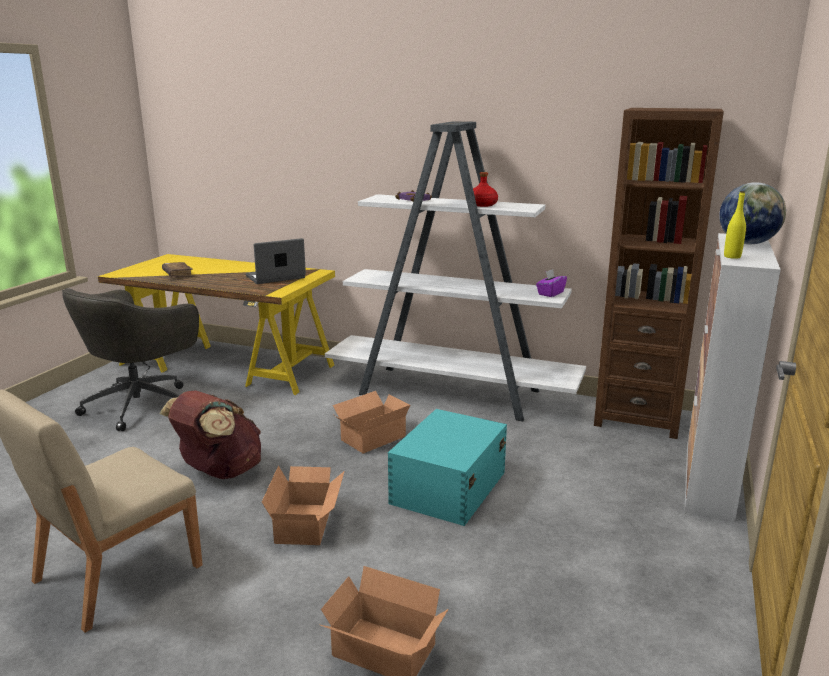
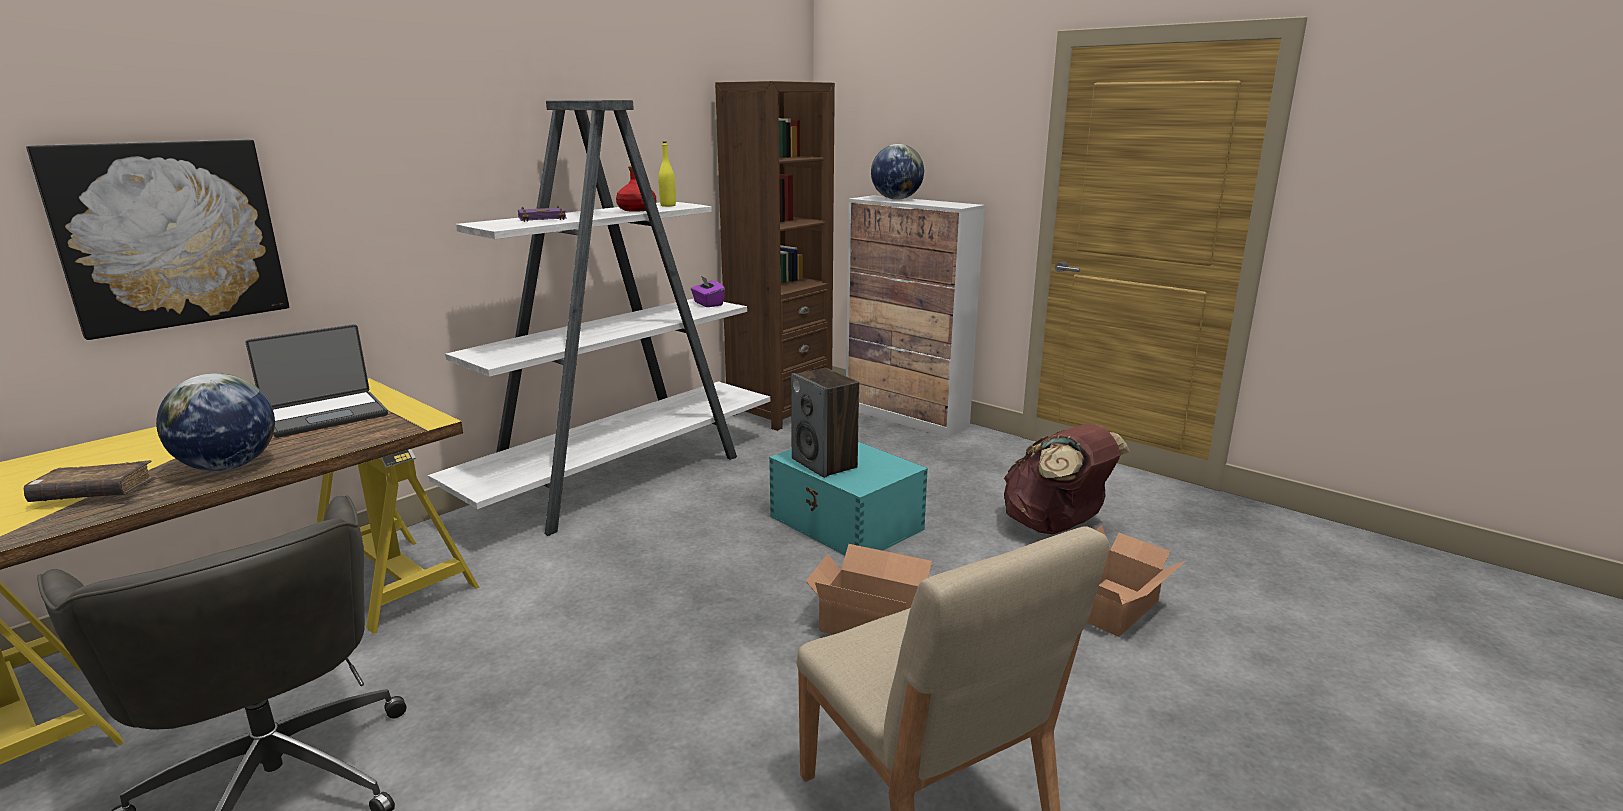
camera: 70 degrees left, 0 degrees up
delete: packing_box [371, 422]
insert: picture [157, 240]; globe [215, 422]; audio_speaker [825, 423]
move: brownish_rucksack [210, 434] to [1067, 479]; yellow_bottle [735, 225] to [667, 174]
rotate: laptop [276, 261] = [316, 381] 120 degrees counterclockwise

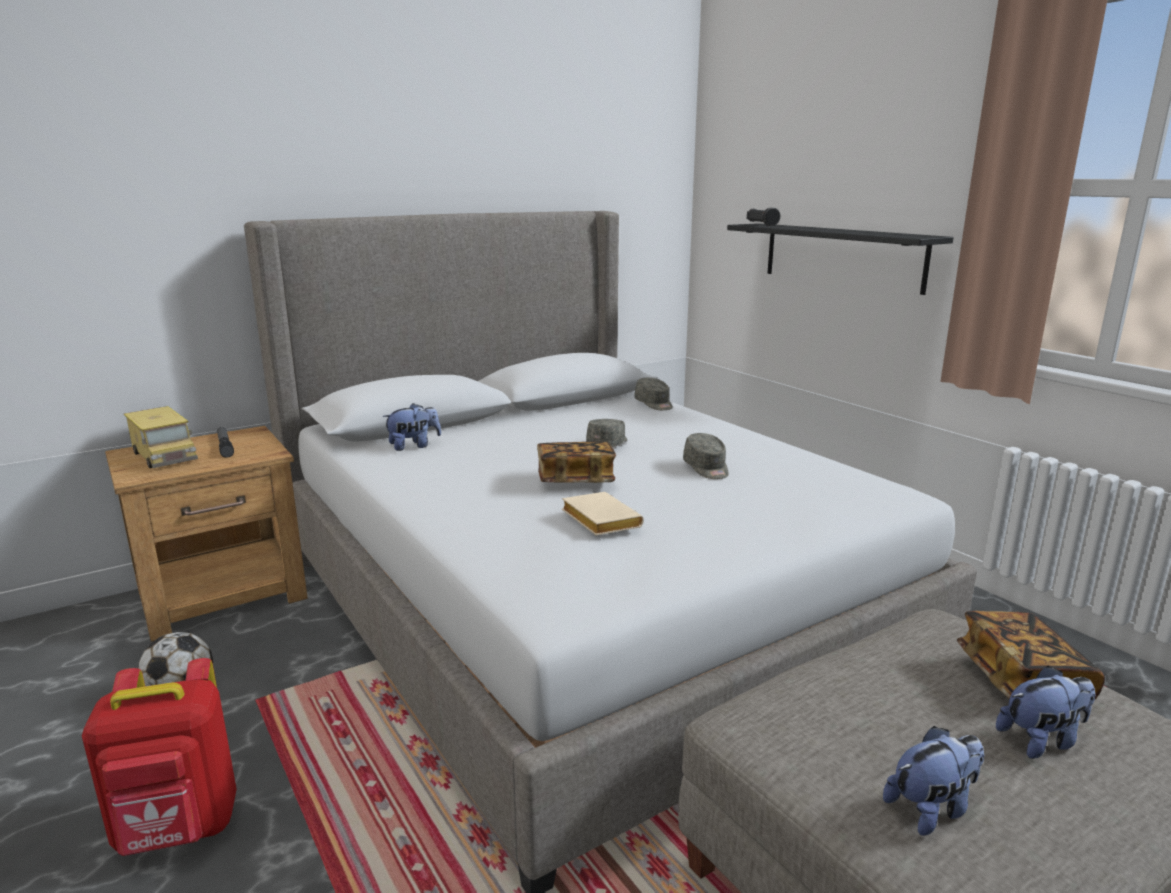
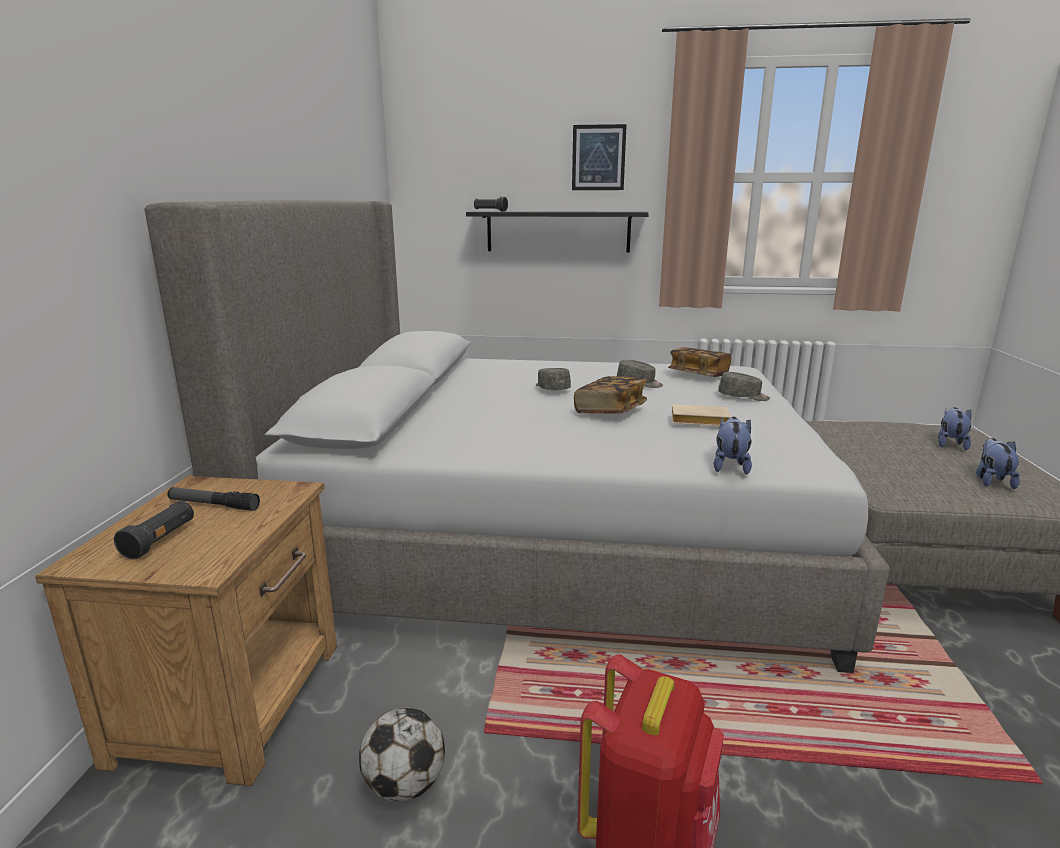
camera: 50 degrees left, 0 degrees up
insert: picture [599, 157]
move: cuddly_toy [411, 427] to [733, 446]; gray_baseball_cap [654, 394] to [744, 386]; book [1031, 656] to [700, 362]
replace: model_truck [161, 437] to black_flashlight [154, 530]

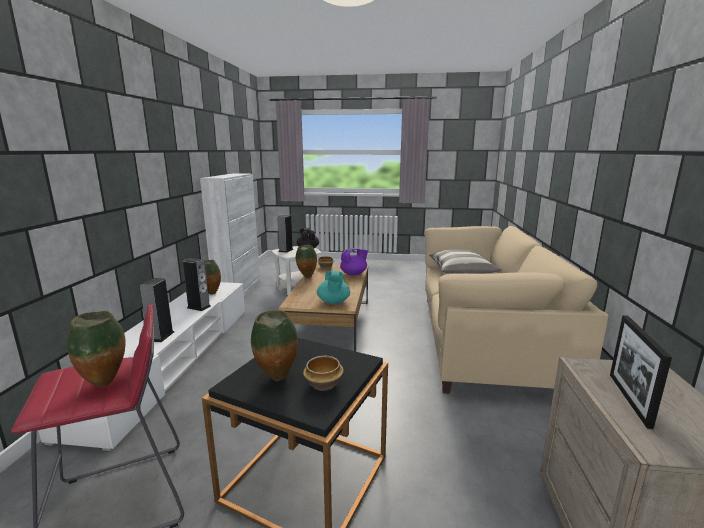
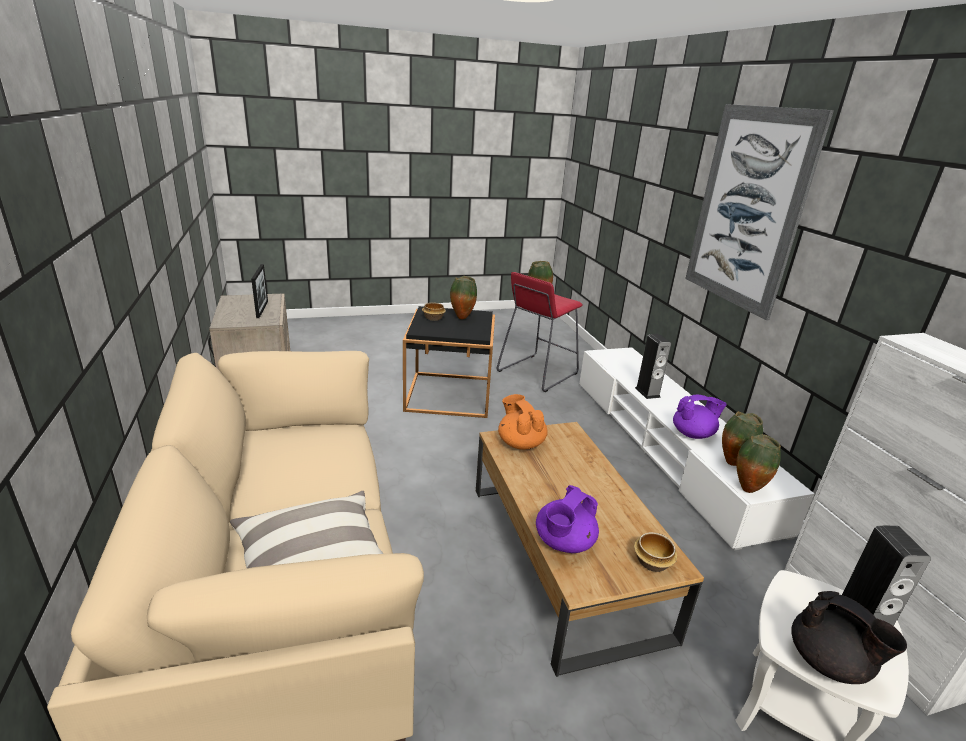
camera: 155 degrees right, 10 degrees up
insert: picture [759, 212]
move: flower_vase [306, 261] to [758, 463]
replace: audio_speaker [197, 284] to purple_pot_for_tea [700, 417]
recolor: blue-green_pot_for_tea [333, 287] to orangey_pot_for_tea [523, 422]

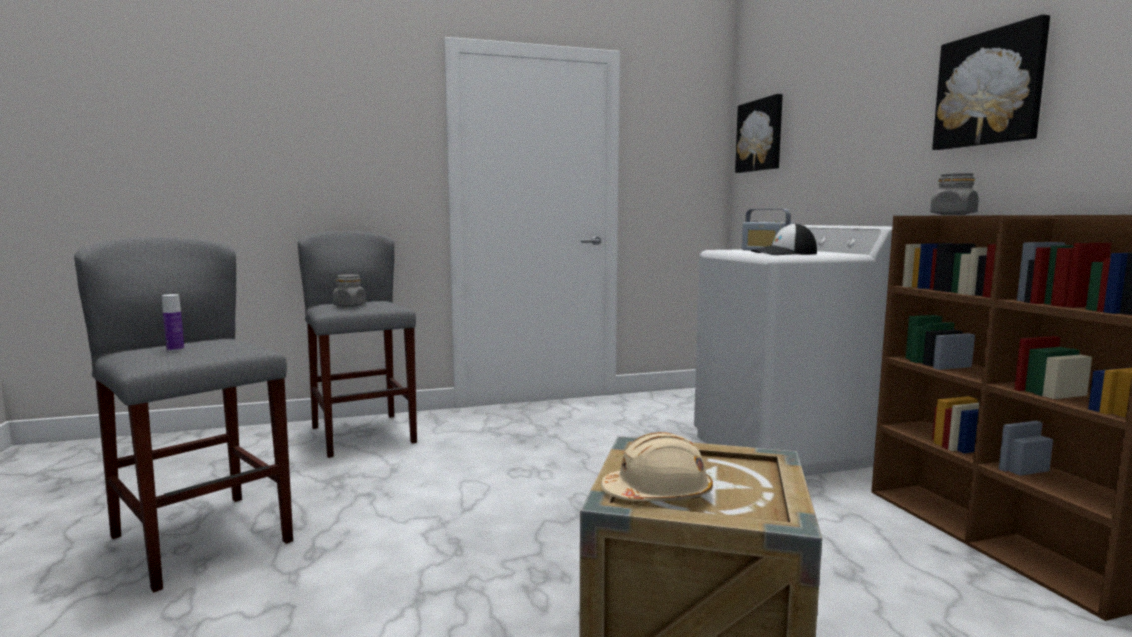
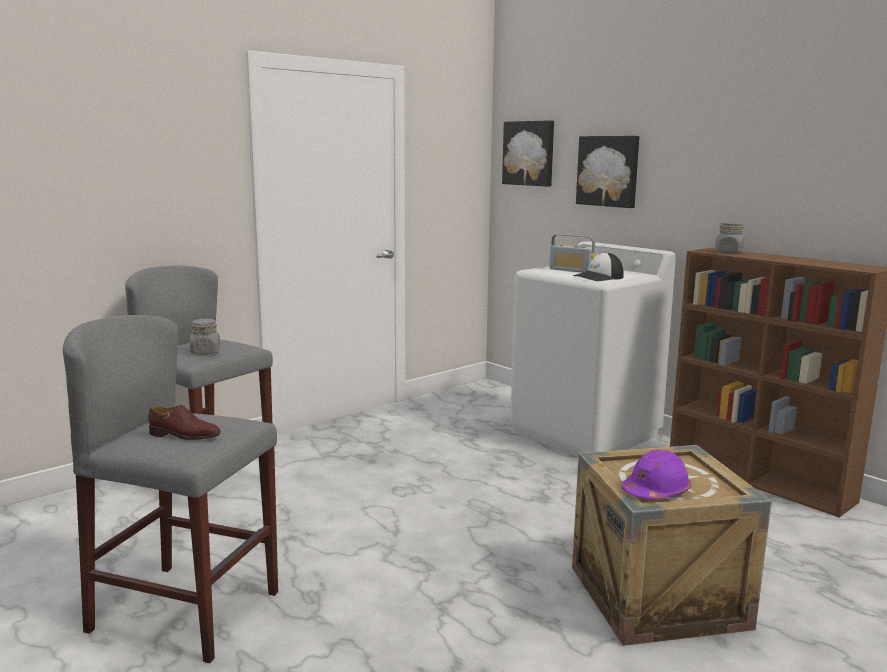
camera: 25 degrees left, 5 degrees up
move: picture [991, 82] to [607, 172]
replace: bottle [173, 323] to brownish_low_shoe [184, 422]
recolor: sand-coloured_hard_hat [657, 466] to purple_hard_hat [656, 474]

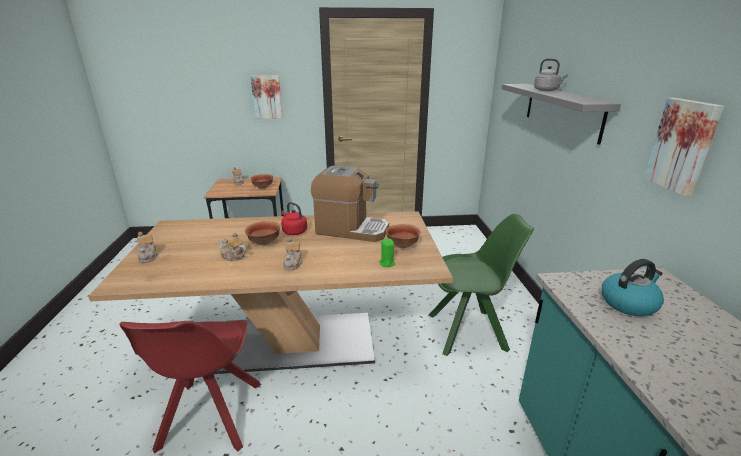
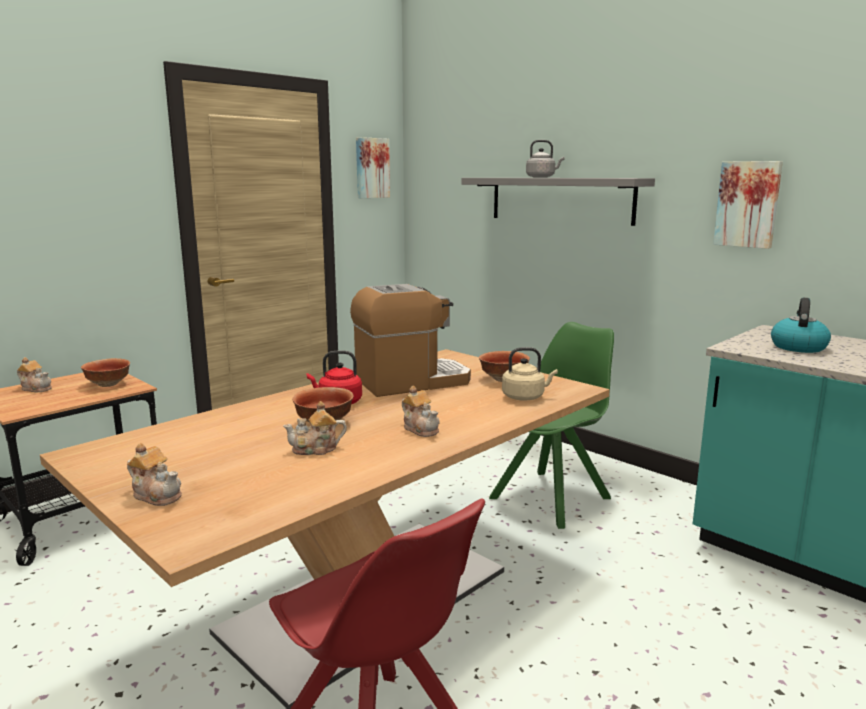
camera: 40 degrees left, 10 degrees down
move: picture [266, 97] to [373, 167]
replace: green-coloured_wax_candle [387, 252] to sand-coloured_tea_kettle [530, 374]

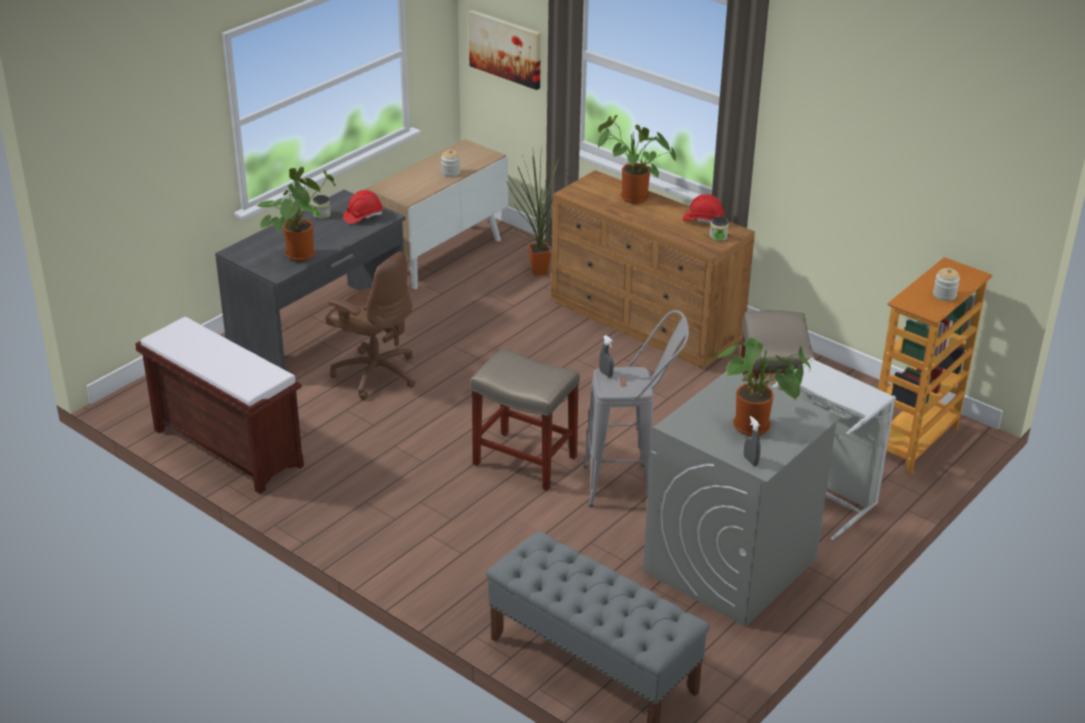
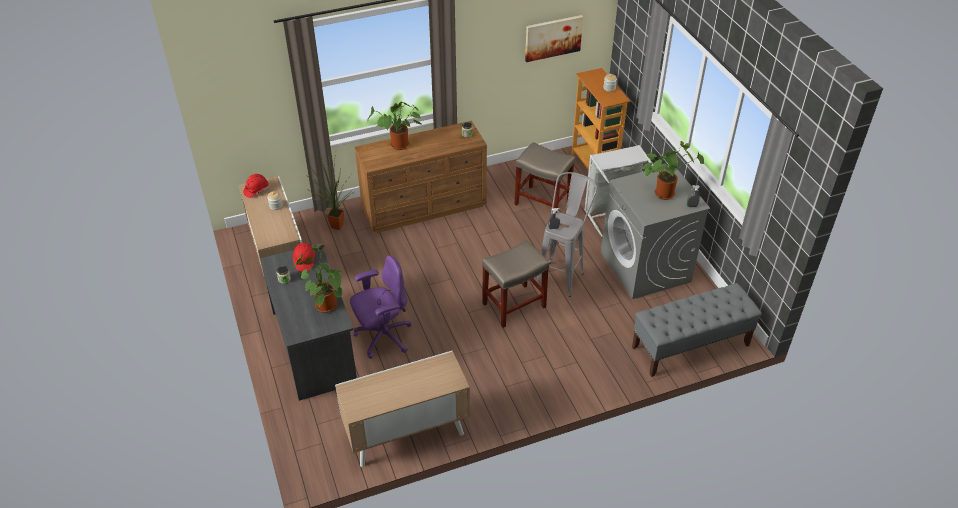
camera: 60 degrees left, 10 degrees up
move: picture [505, 50] to [554, 38]; red_hard_hat [703, 208] to [256, 186]
replace: brownish_bench [219, 405] to storage_cabinet [402, 409]
recolor: brownish_office_chair [370, 325] to purple_office_chair [381, 307]

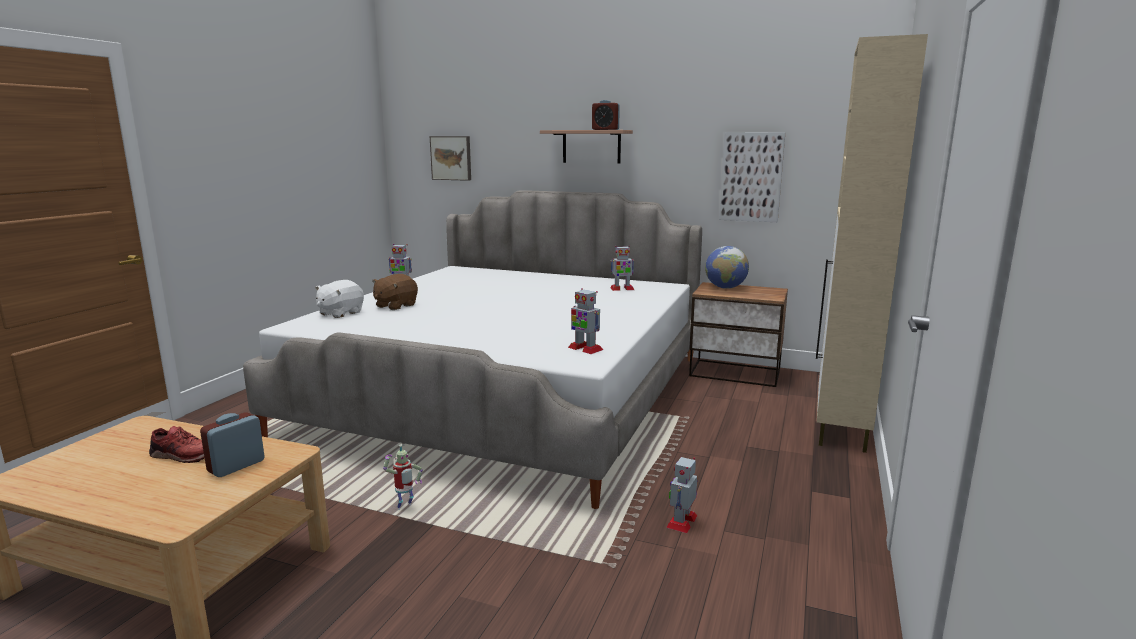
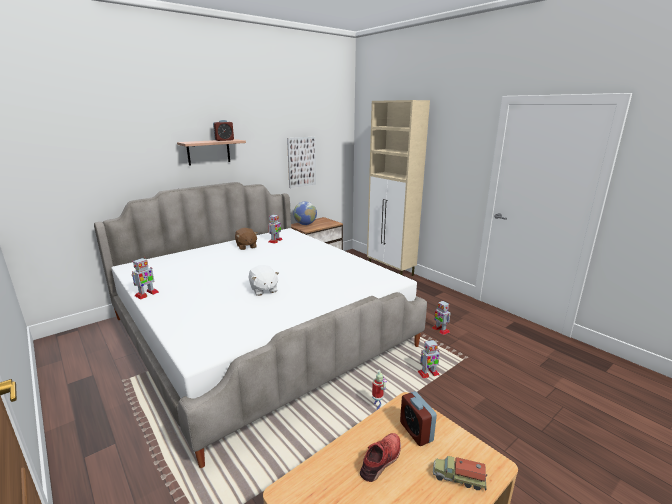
camera: 60 degrees left, 5 degrees up
delete: picture [450, 158]
insert: model_truck [460, 473]
move: whitish_cuddly_toy [339, 299] to [264, 280]; brownish_cuddly_toy [395, 292] to [246, 239]; toy_robot [585, 321] to [429, 358]

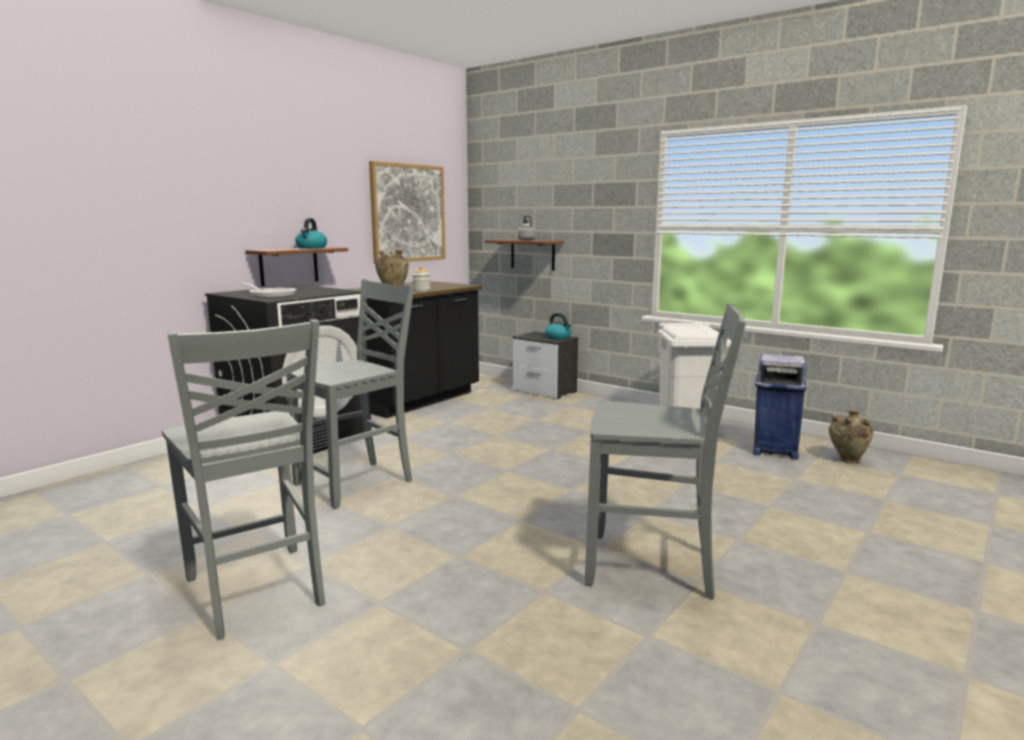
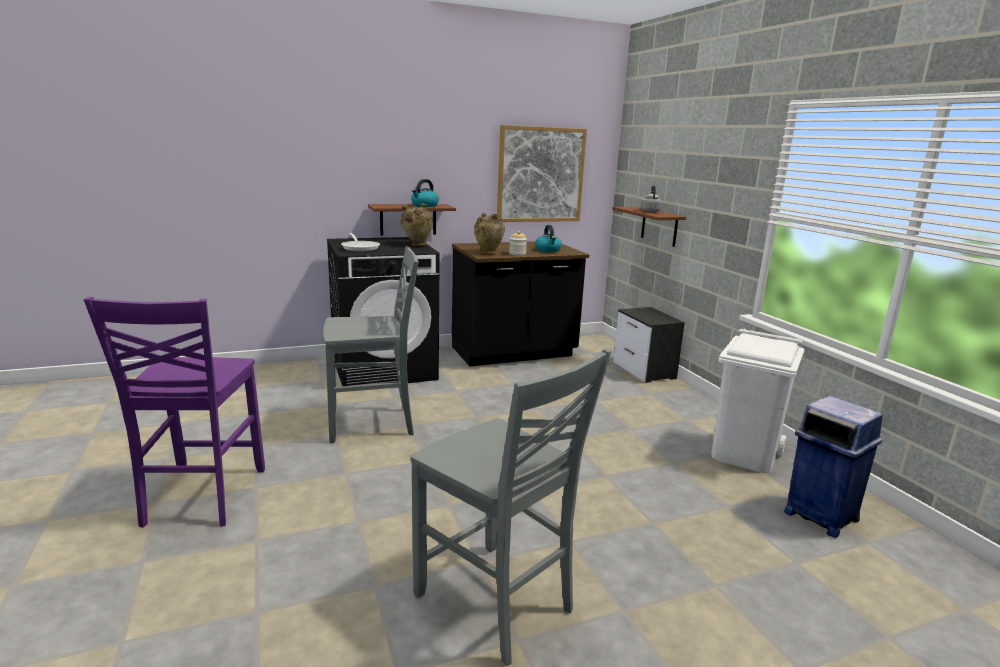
camera: 30 degrees right, 5 degrees up
move: tea_kettle [558, 326] to [548, 238]; sand-coloured_flower_vase [851, 436] to [416, 224]
recolor: gray_upright_chair [243, 479] to purple_upright_chair [174, 412]

